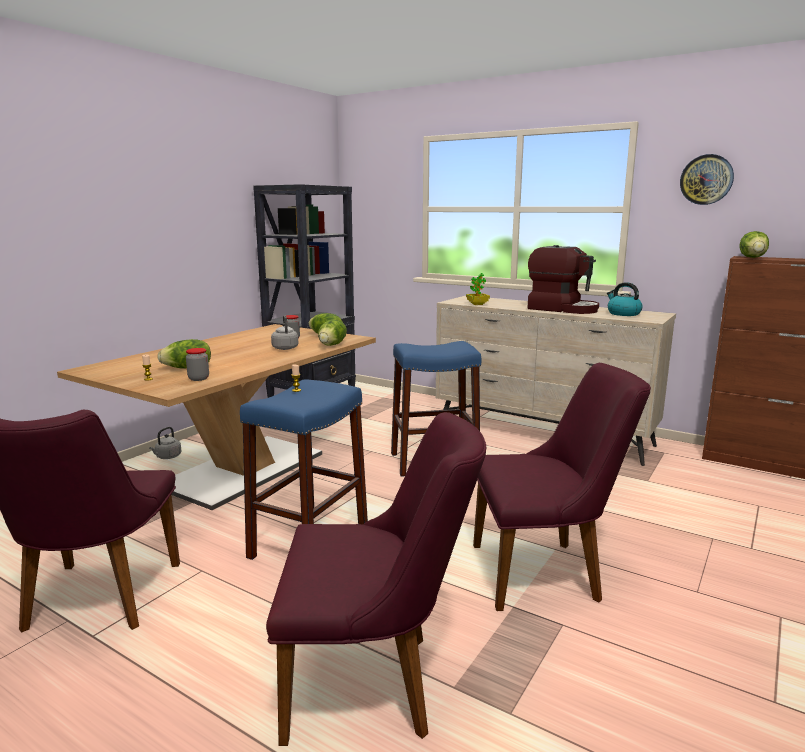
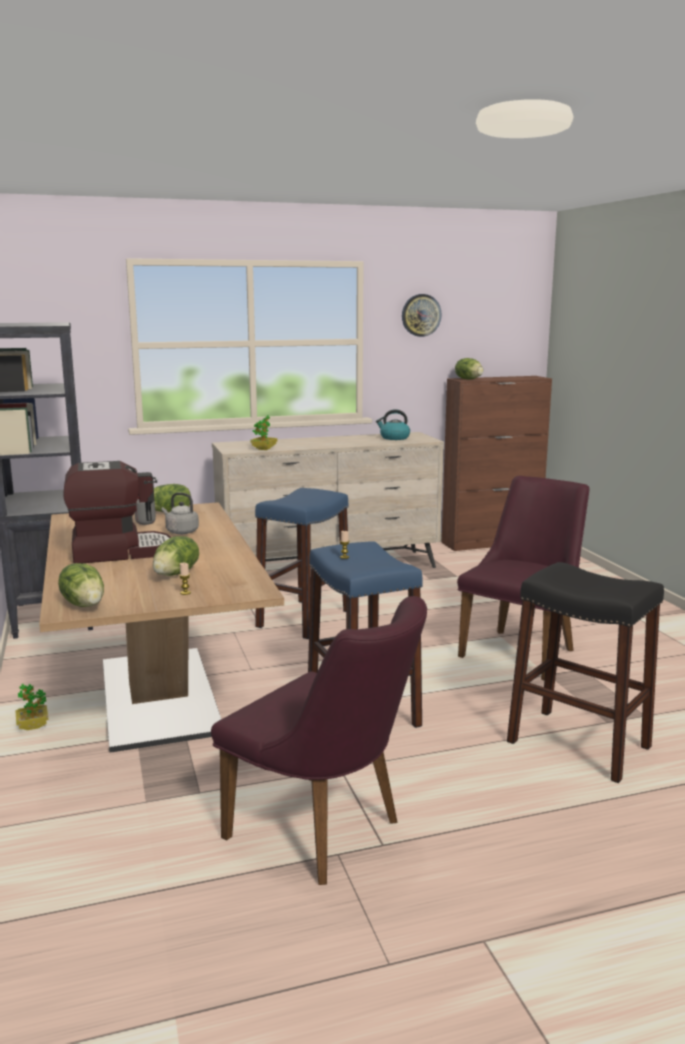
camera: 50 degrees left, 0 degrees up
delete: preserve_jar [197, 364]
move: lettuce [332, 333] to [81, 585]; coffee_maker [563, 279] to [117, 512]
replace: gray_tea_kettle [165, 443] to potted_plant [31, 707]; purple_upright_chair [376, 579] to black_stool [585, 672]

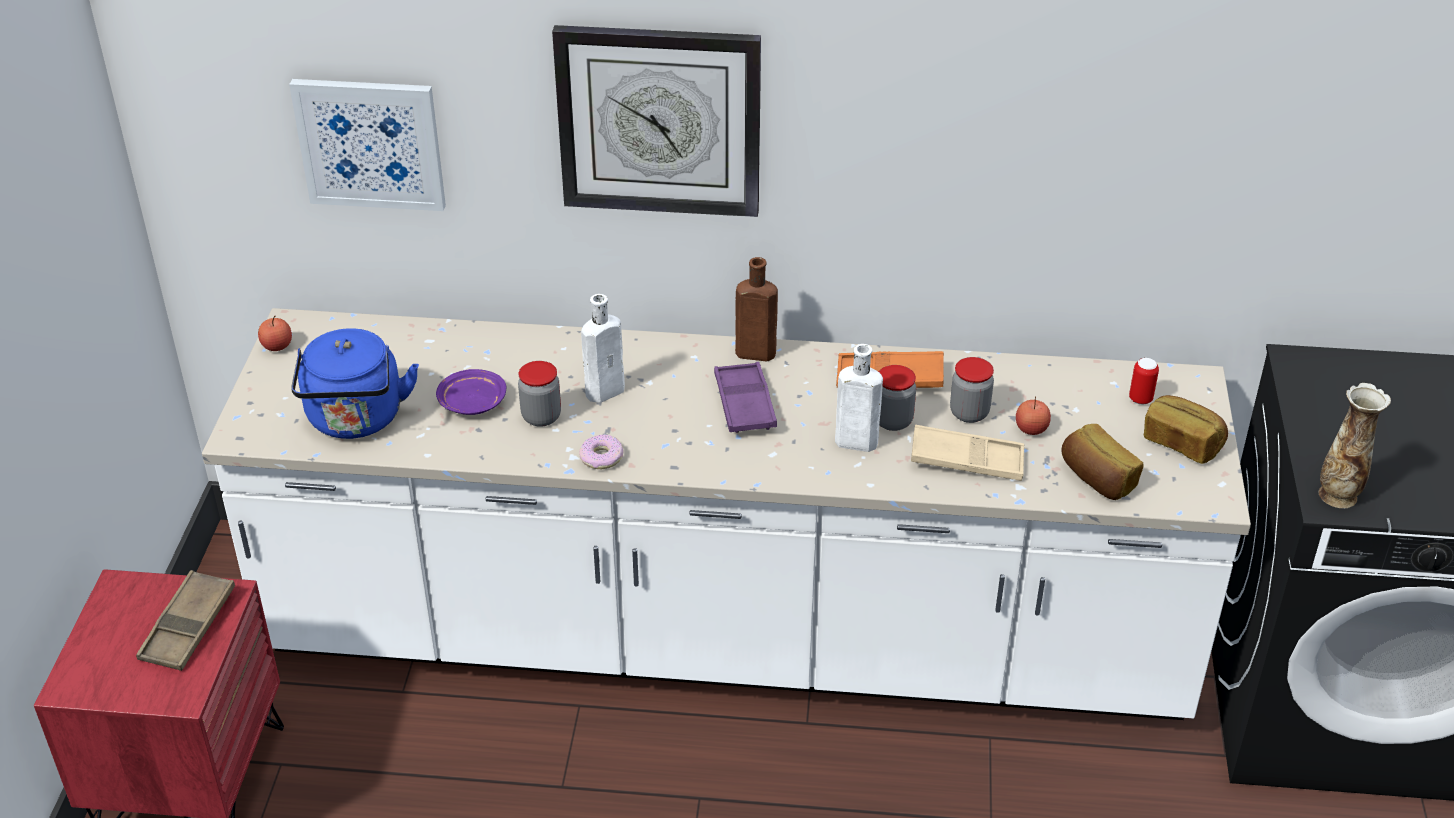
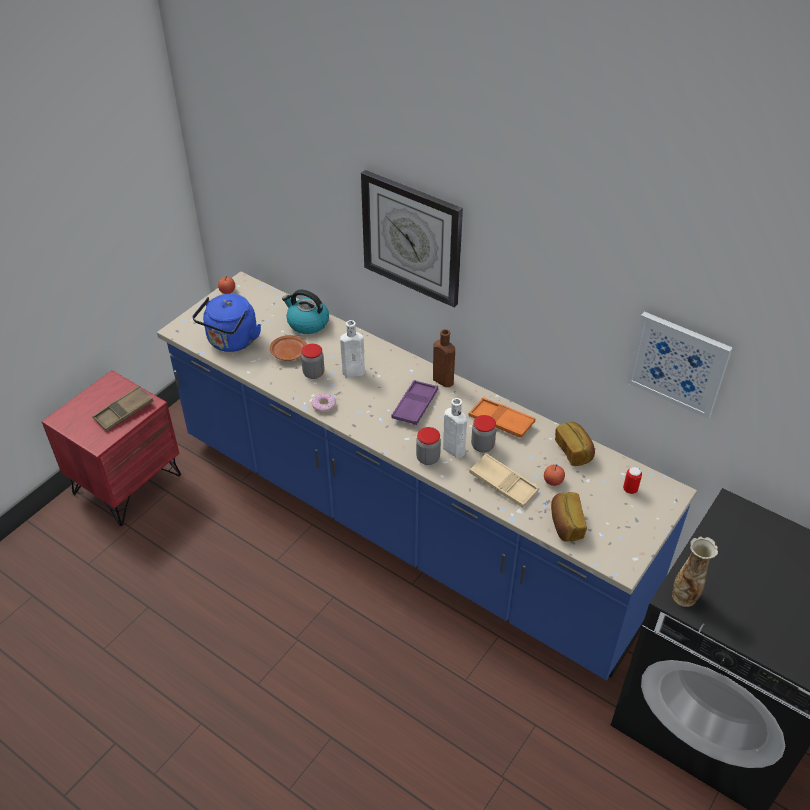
camera: 30 degrees right, 5 degrees up
insert: tea_kettle [305, 311]
move: picture [367, 145] to [679, 365]; preserve_jar [972, 390] to [428, 446]; bread [1186, 429] to [575, 444]
recolor: whitish_kitchen_base_unit [726, 514] to blue-coloured_kitchen_base_unit [427, 476]; purple_dinner_plate [471, 392] to brownish_dinner_plate [288, 348]

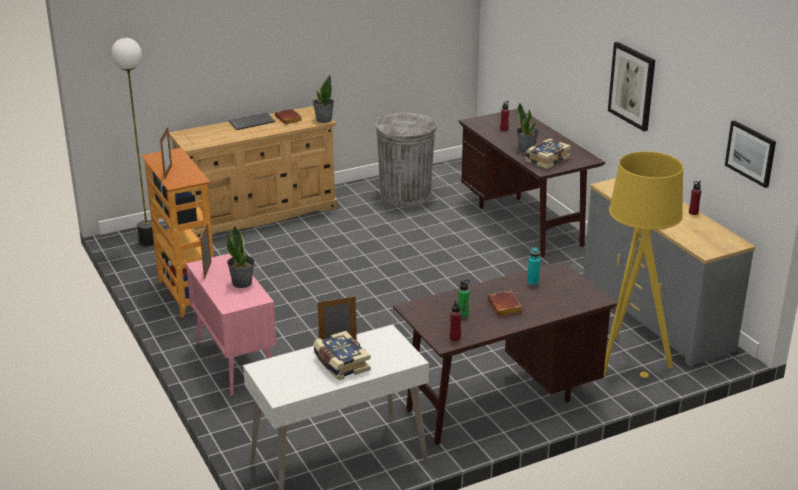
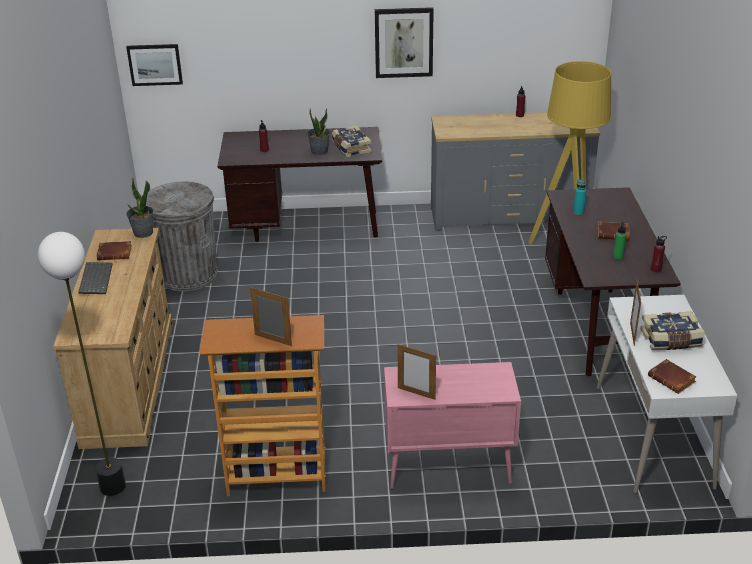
camera: 65 degrees left, 5 degrees up
delete: potted_plant [241, 256]
insert: brownish_book [672, 376]
move: picture [750, 154] to [154, 65]

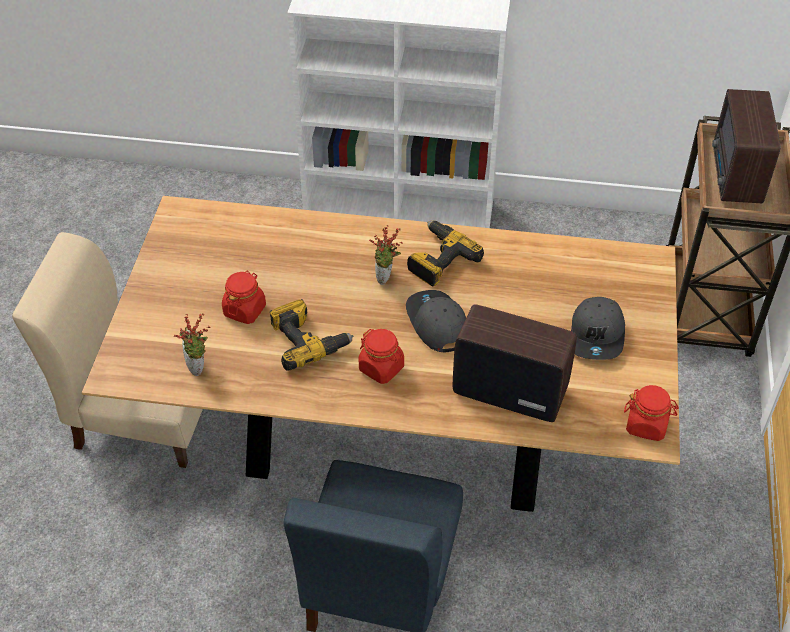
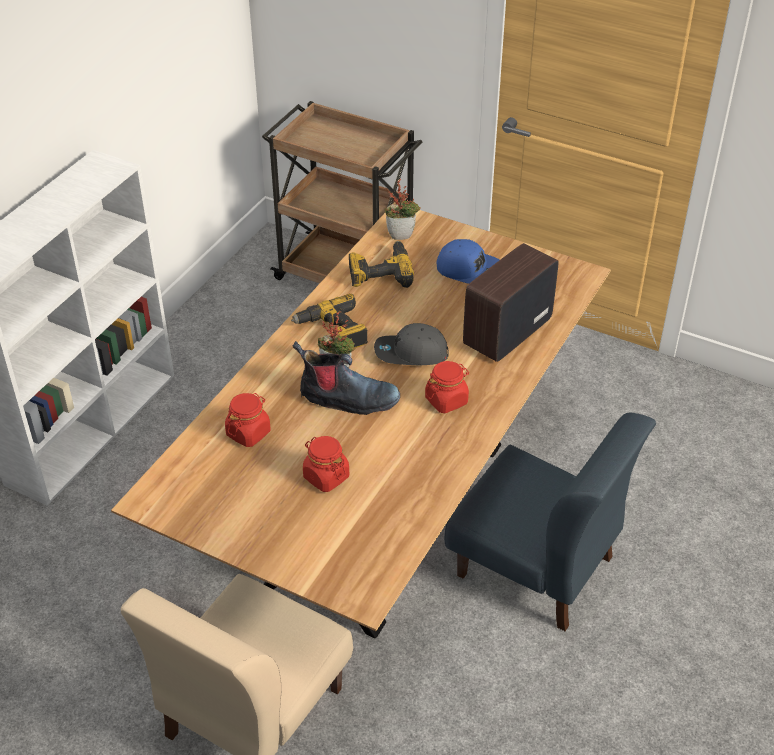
camera: 70 degrees left, 5 degrees down
delete: radio [746, 146]
insert: tall_boot [346, 378]
move: potted_plant [192, 344] to [403, 209]; electric_drill [312, 335] to [381, 264]; red_preserve_jar [651, 413] to [248, 420]
recolor: gray_baseball_cap [598, 328] to blue-coloured_baseball_cap [468, 261]

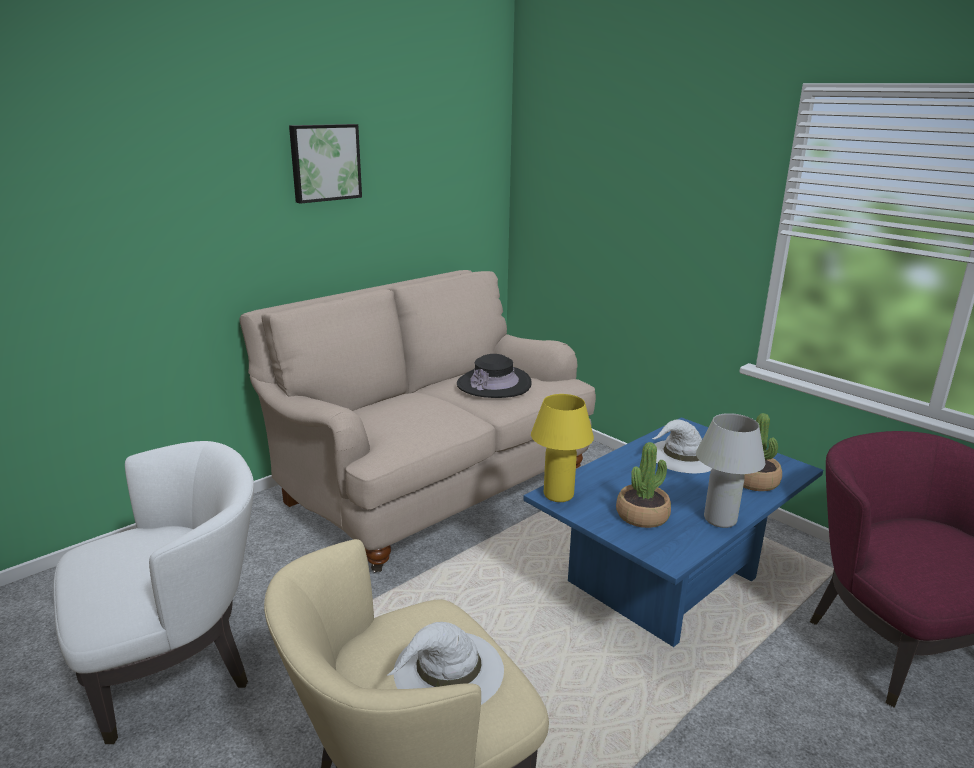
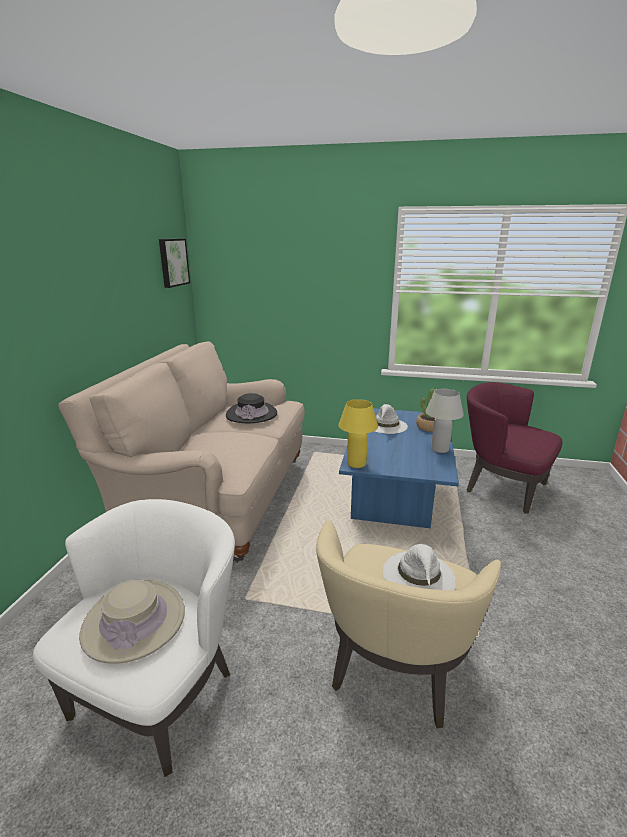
camera: 35 degrees left, 0 degrees up
delete: potted_plant [643, 485]
insert: sand-coloured_wearable_hat [132, 622]
move: picture [325, 164] to [174, 263]

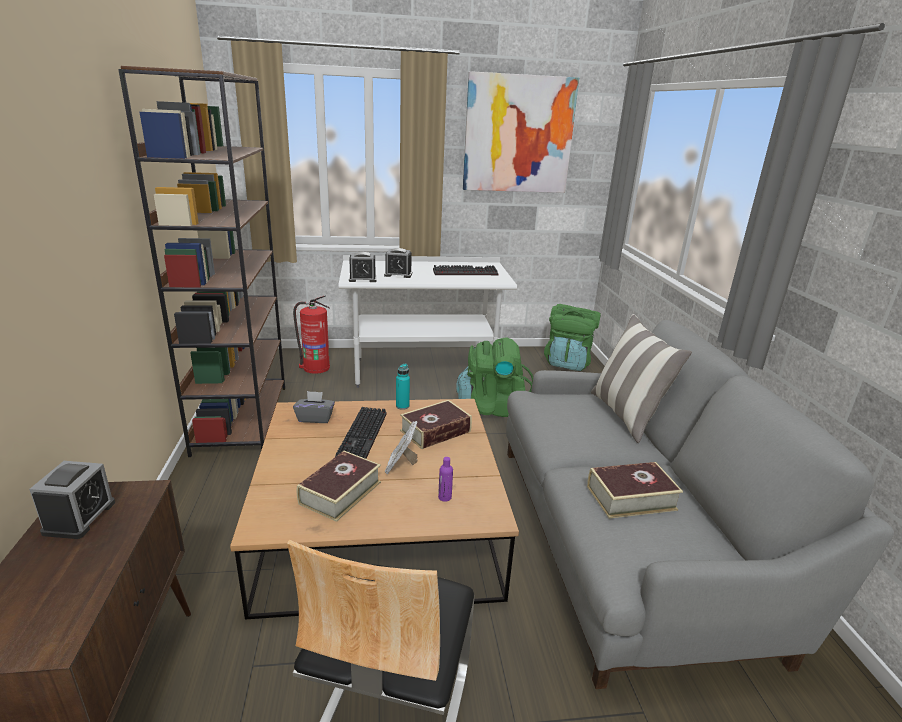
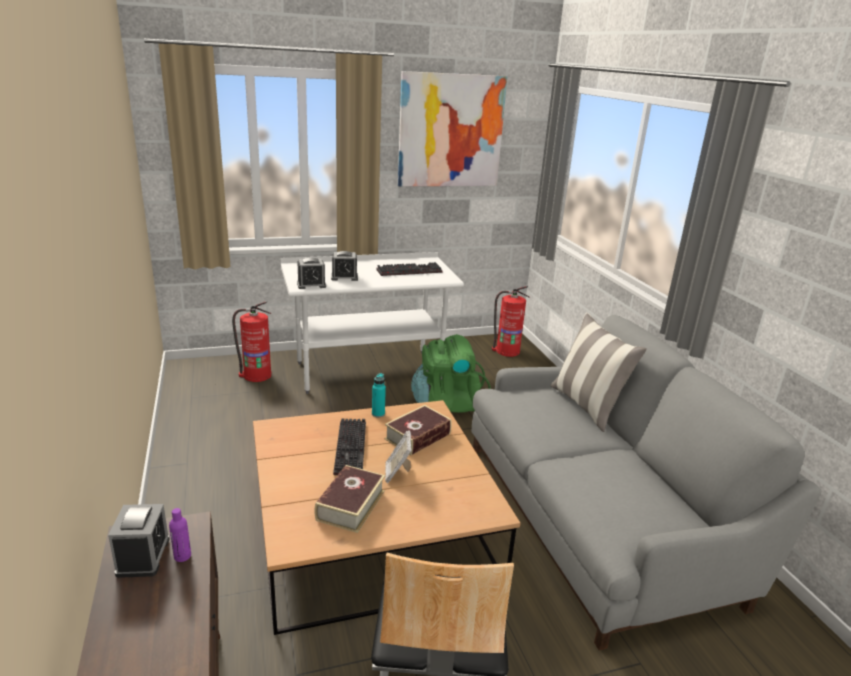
camera: 10 degrees left, 0 degrees up
delete: brownish_shelving_unit [201, 261]; gray_tissue_holder [314, 407]; book [635, 490]
move: purple_bottle [445, 479] to [180, 535]
replace: green-coloured_rucksack [572, 337] to fire-fighting_cylinder [511, 321]

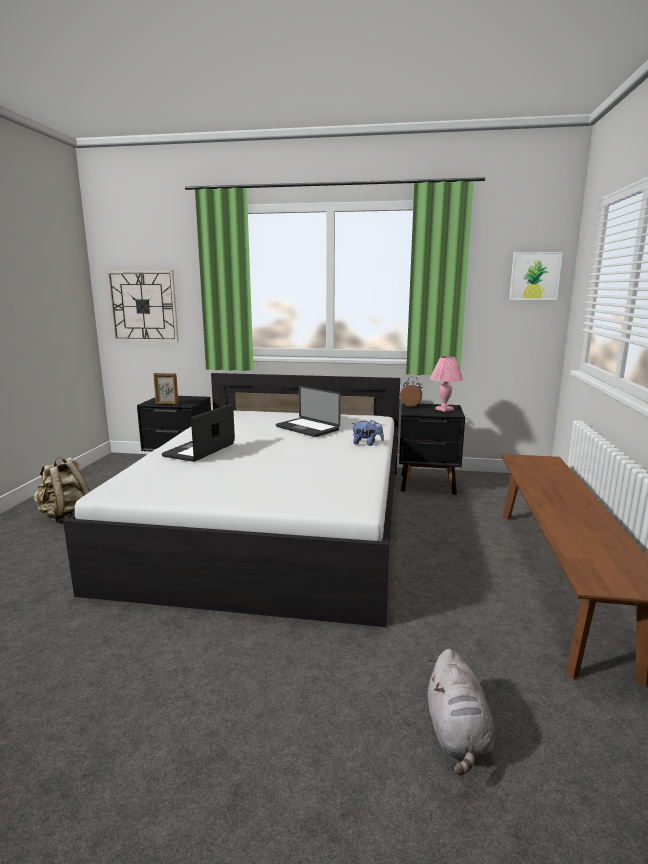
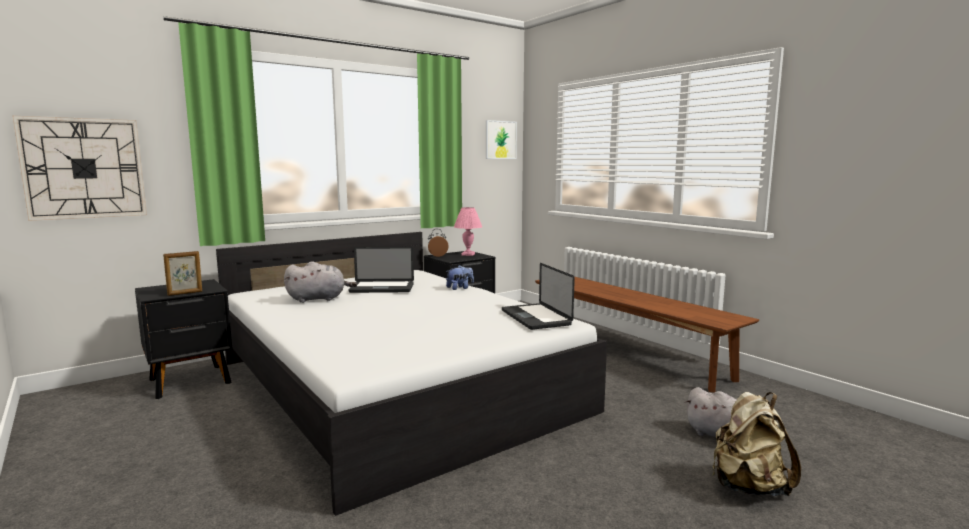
camera: 45 degrees left, 5 degrees down
insert: gray_cuddly_toy [320, 282]
move: sand-coloured_rucksack [62, 490] to [756, 444]; laptop [198, 432] to [538, 296]

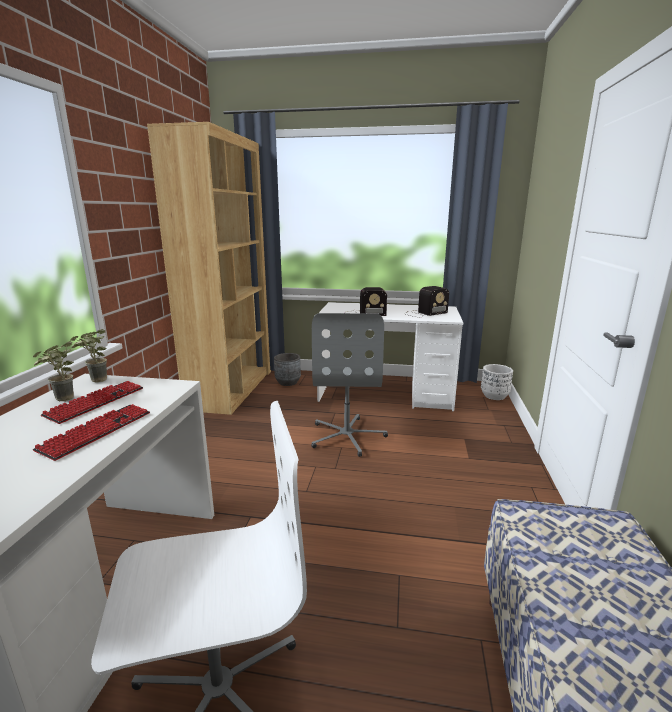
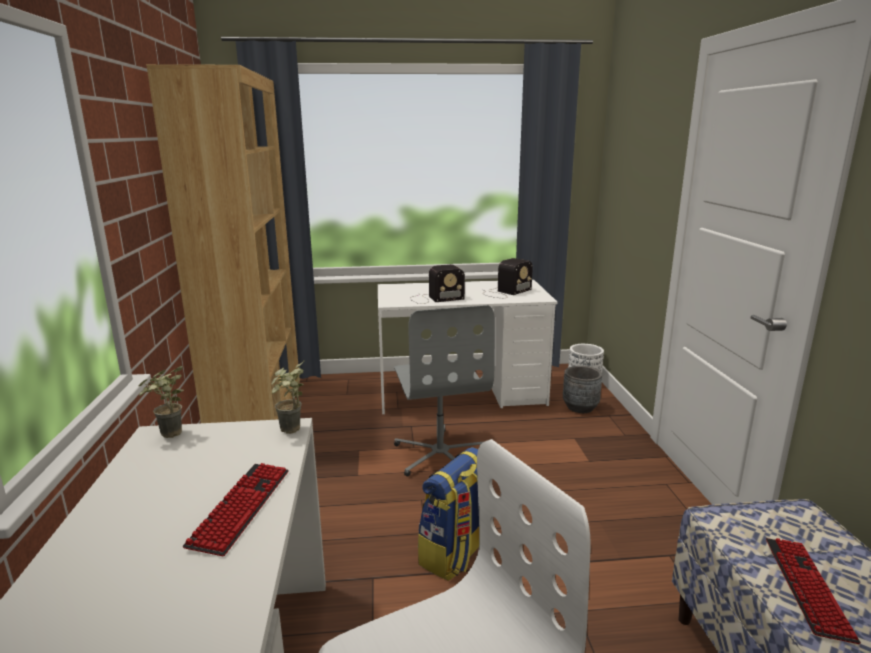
camera: 15 degrees left, 0 degrees up
insert: rucksack [448, 514]
move: potted_plant [53, 371] to [287, 397]; PC_keyboard [92, 402] to [813, 591]; gray_plant_pot [287, 369] to [582, 389]

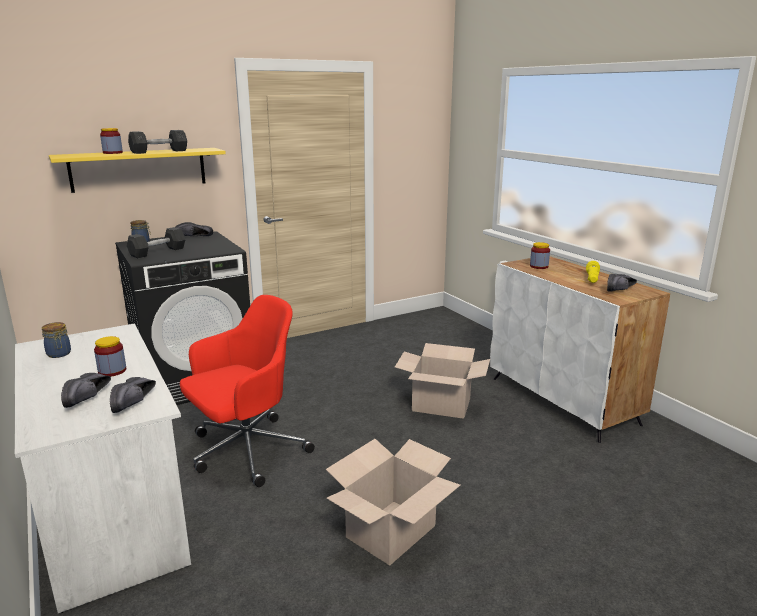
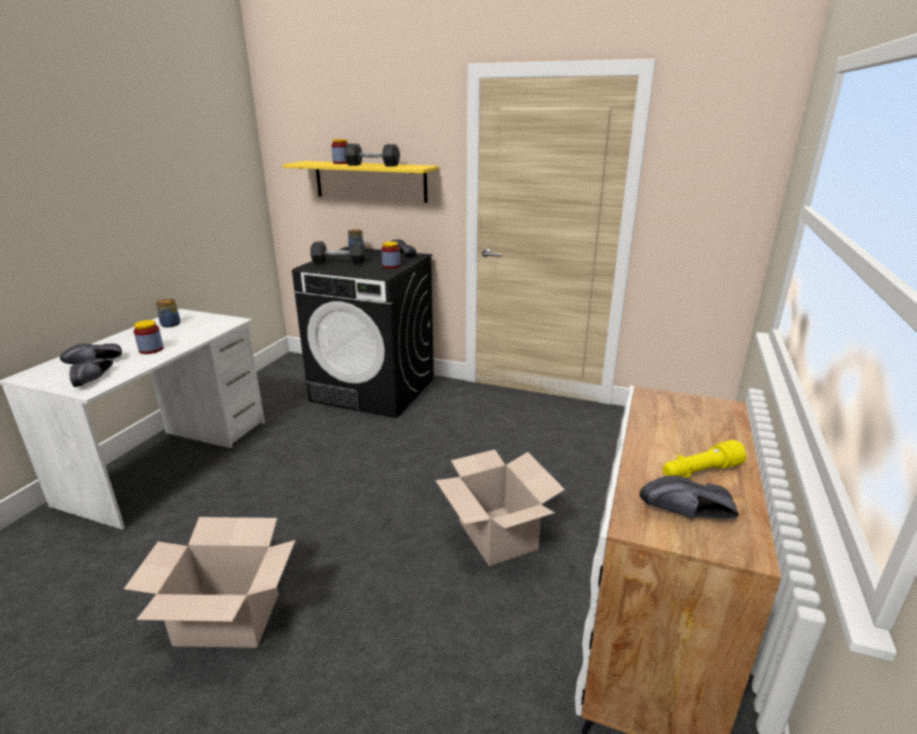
camera: 50 degrees right, 5 degrees up
delete: red_office_chair [247, 391]
move: preserve_jar [540, 255] to [391, 255]
rotate: black_low_shoe [133, 395] = [91, 372] 60 degrees counterclockwise

